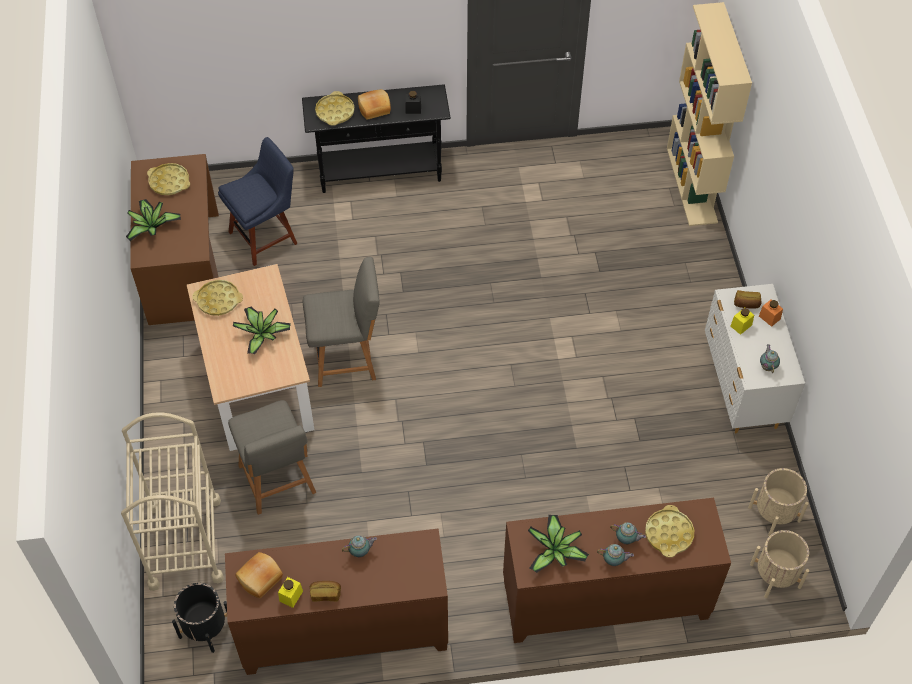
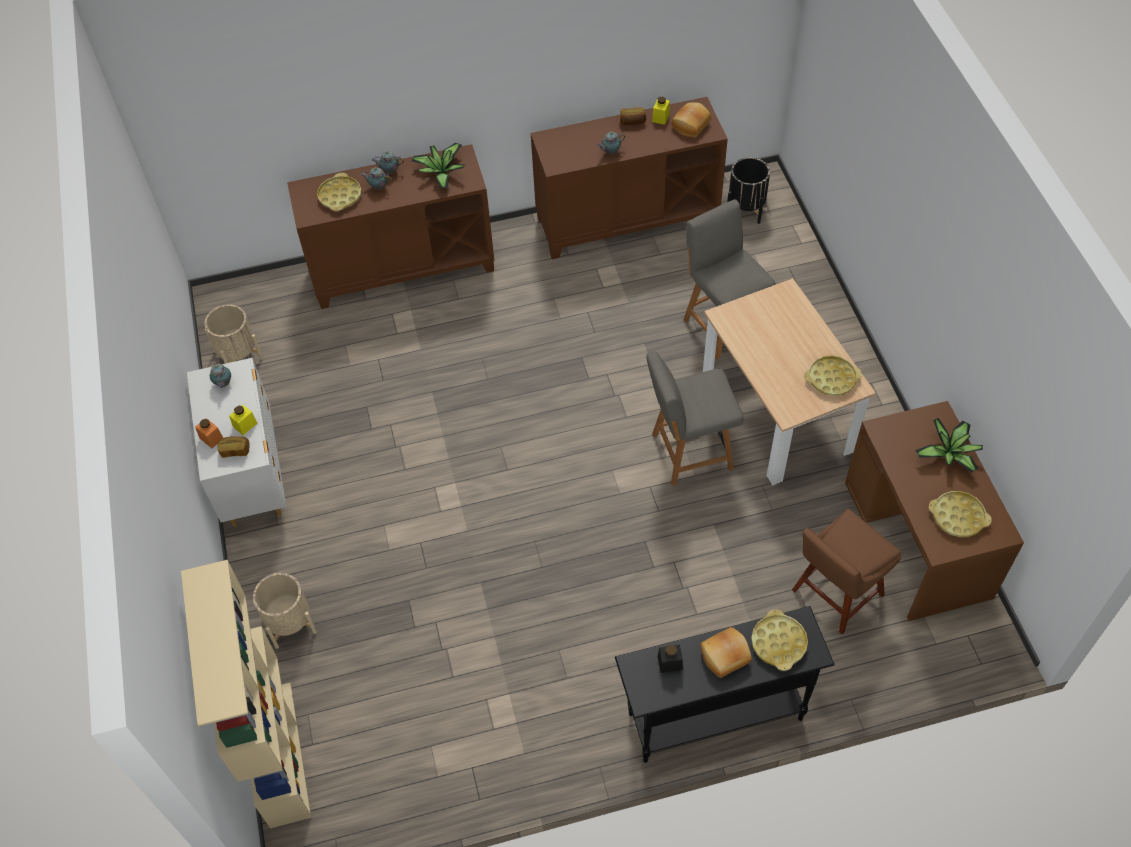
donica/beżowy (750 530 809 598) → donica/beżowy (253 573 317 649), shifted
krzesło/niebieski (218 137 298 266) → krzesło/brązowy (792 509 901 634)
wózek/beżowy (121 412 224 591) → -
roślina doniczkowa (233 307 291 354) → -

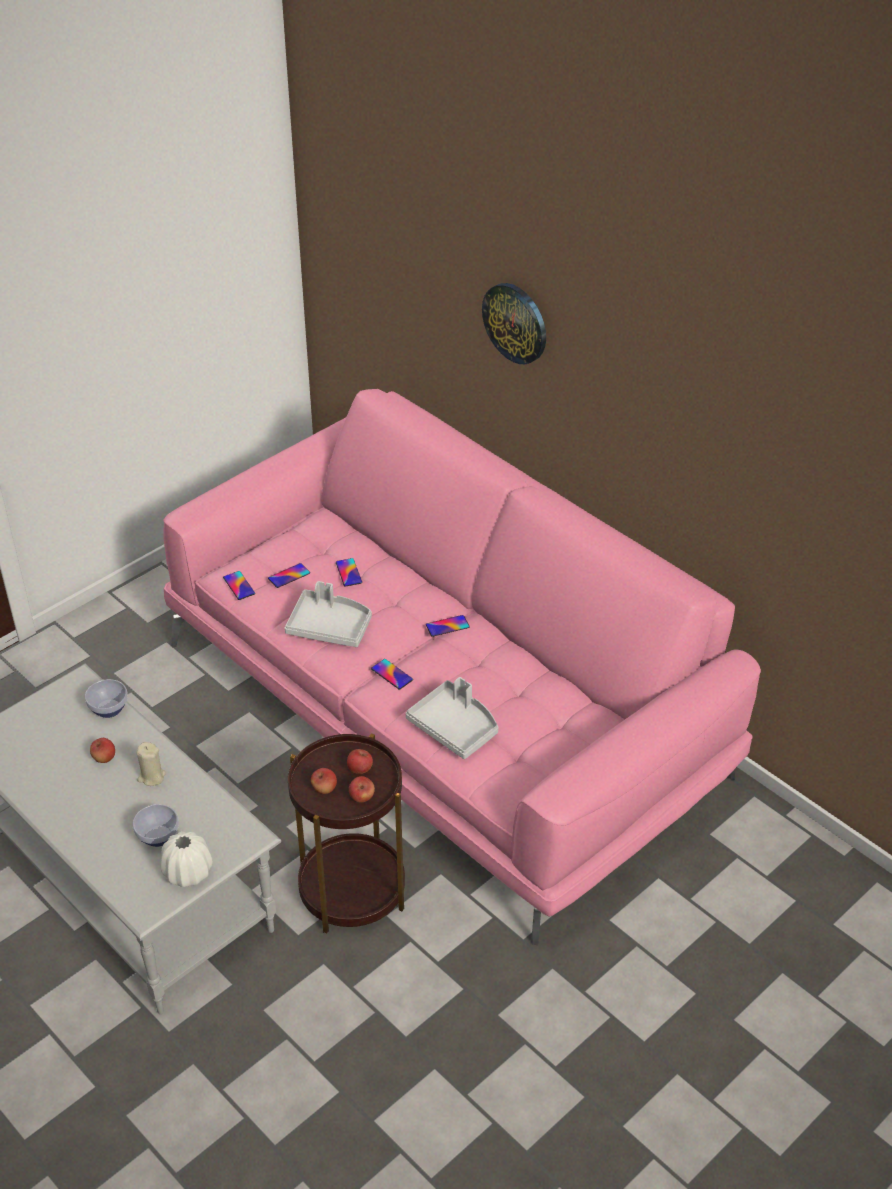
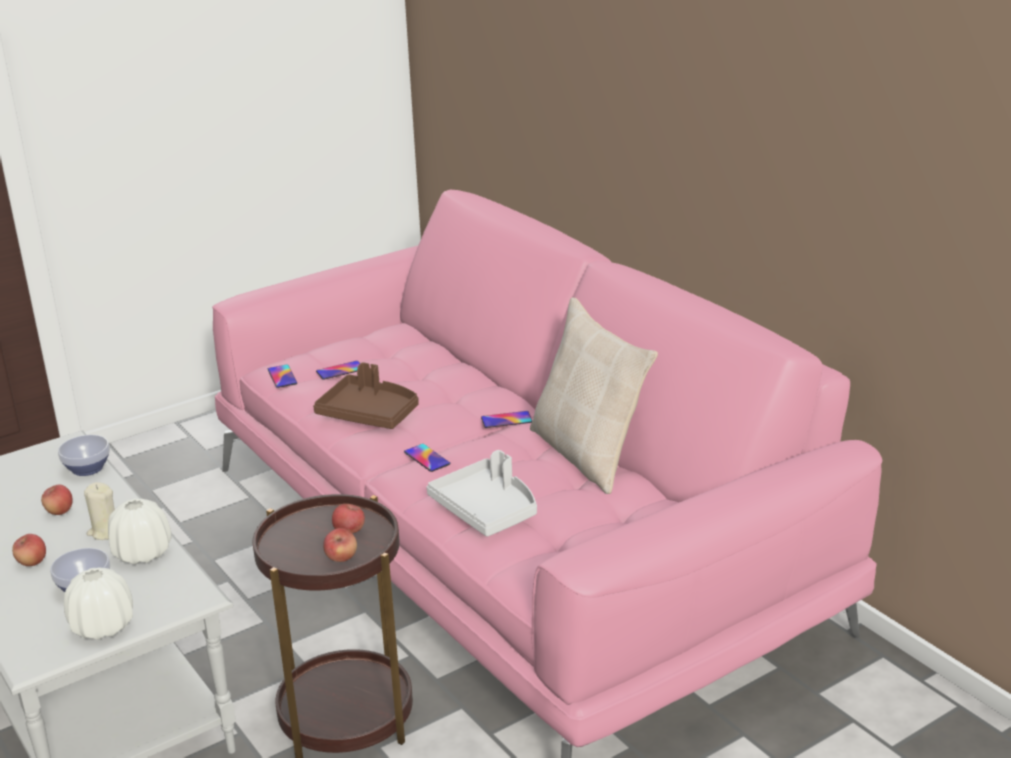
jabłko (311 768 337 794) → jabłko (12 534 46 566), shifted
- → wazon/biały (108 498 171 565)
taca/szary (285 581 372 647) → taca/brązowy (313 362 419 429)
- → poduszka/beżowy (530 297 658 494)
telefon (336 558 362 587) → -
zegar ścienny (482 283 546 364) → -

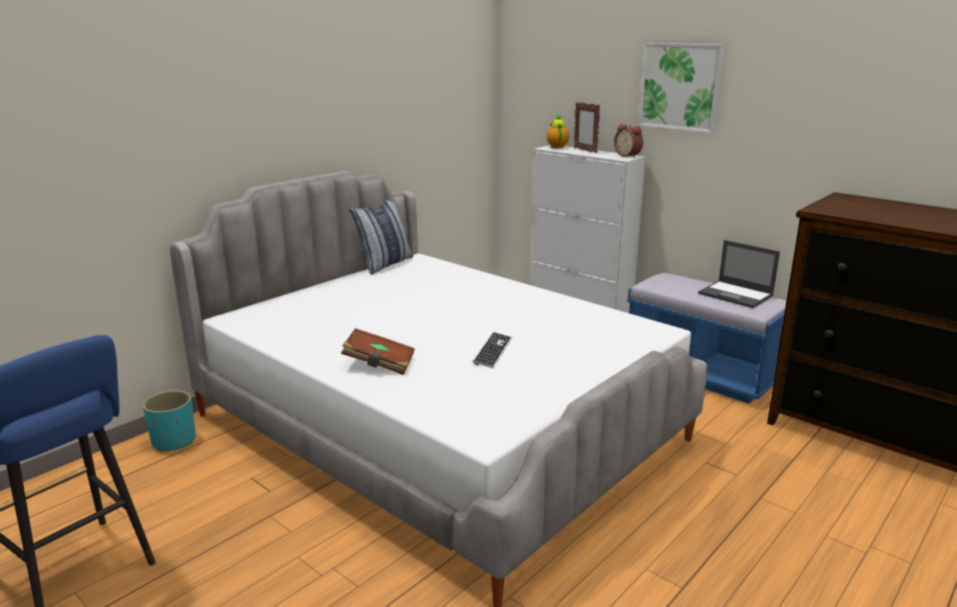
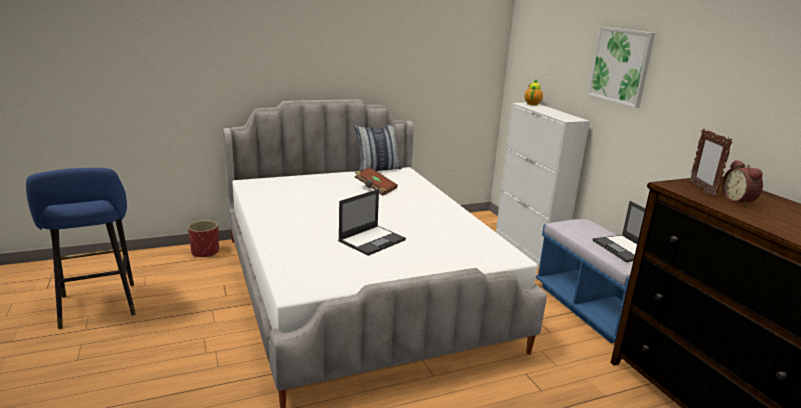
donica/turkusowy (143 390 196 452) → donica/czerwony (188 220 219 257)
klawiatura (472 332 512 368) → laptop (338 189 406 256)
książka/brązowy (341 328 415 375) → książka/brązowy (355 167 398 196), shifted
ramka na zdjęcie (574 102 600 153) → ramka na zdjęcie (690 129 733 197), shifted
budzik (614 124 643 158) → budzik (722 160 763 206), shifted

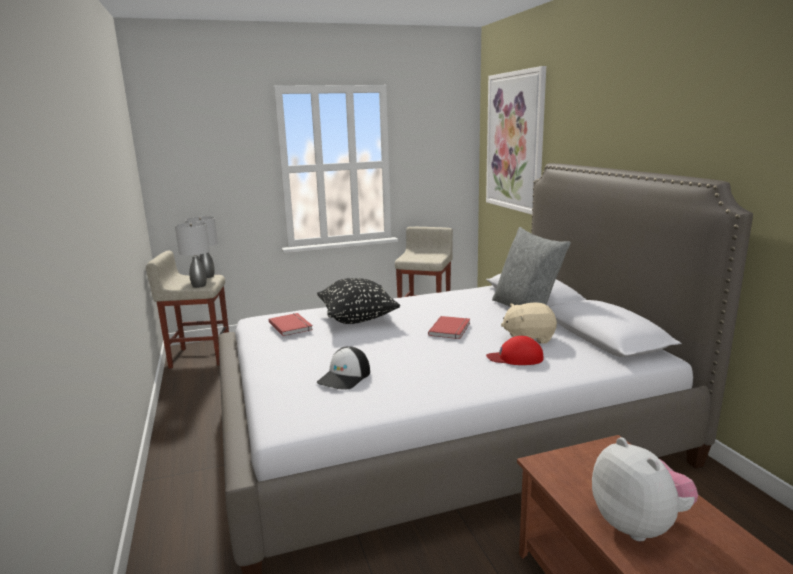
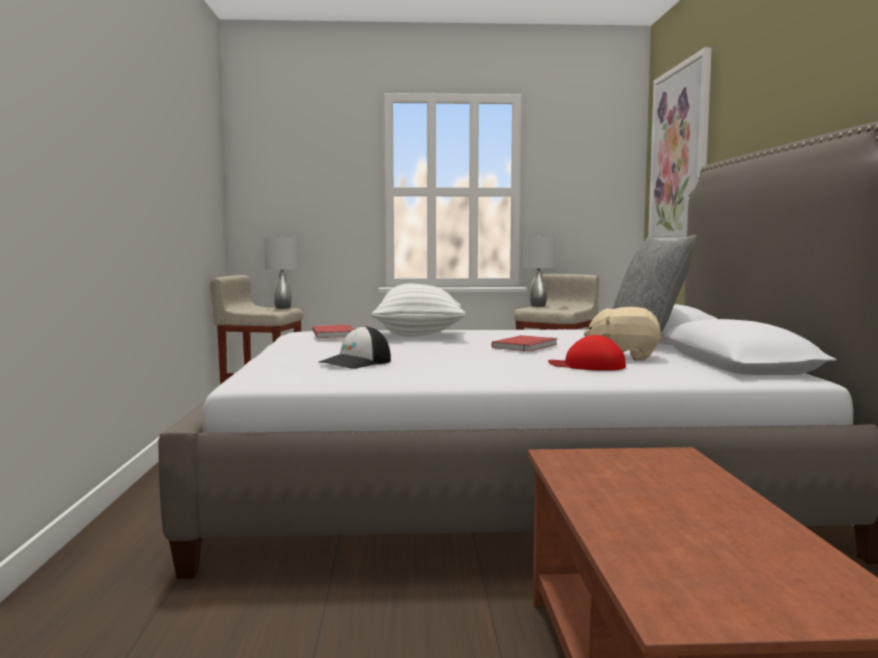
poduszka/czarny (317 278 400 324) → poduszka/biały (372 284 466 337)
lampa stołowa/szary (175 222 210 288) → lampa stołowa/szary (523 236 556 307), shifted
pluszak (592 437 698 541) → -

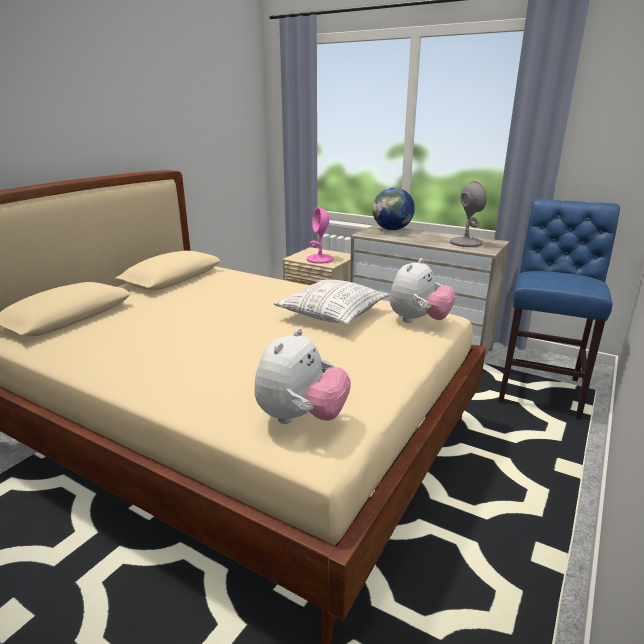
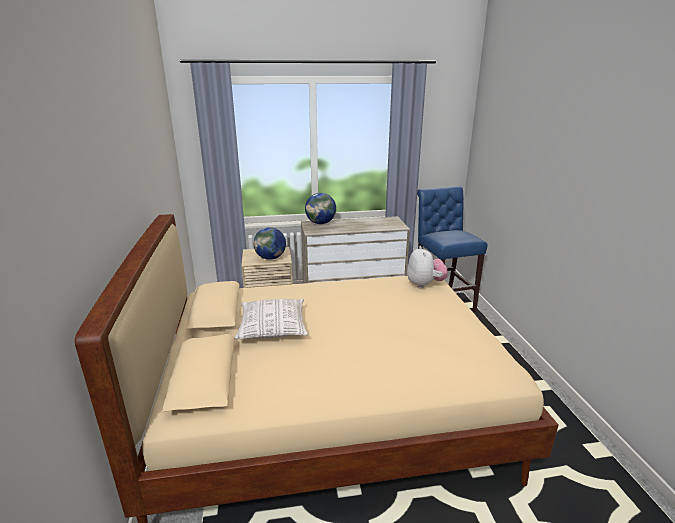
poduszka (274 280 390 325) → poduszka (234 299 308 339), shifted
lampa stołowa/różowy (307 207 334 264) → globus (253 227 286 260)
pluszak (254 328 351 424) → -
lampa stołowa/szary (450 181 487 247) → -

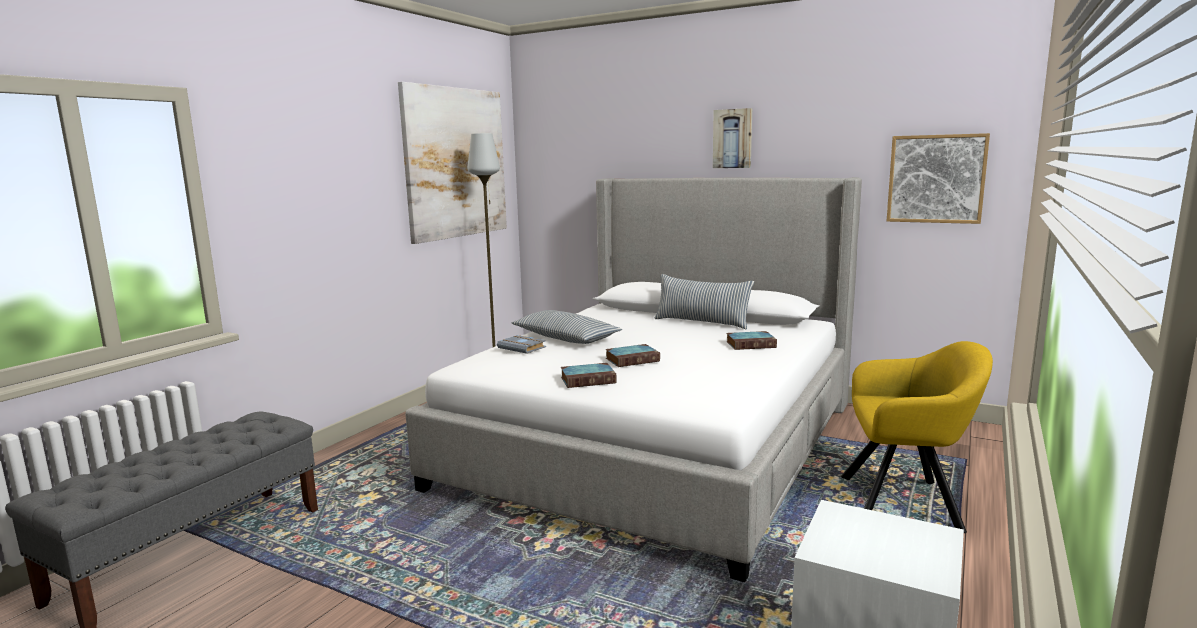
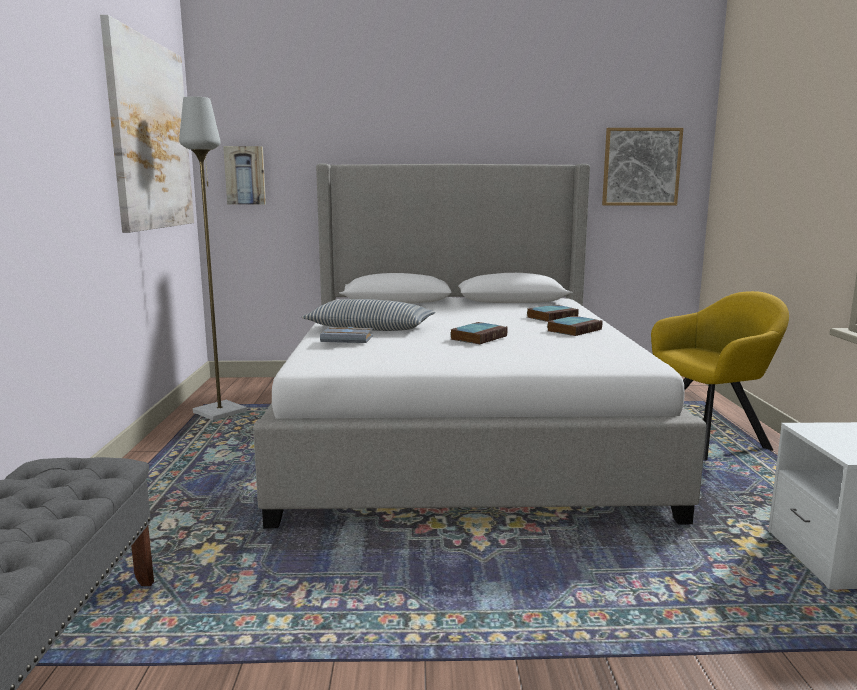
obraz (713 108 752 168) → obraz (223 146 266 205), shifted
książka (561 363 616 388) → książka (547 316 602 336), shifted
poduszka (654 274 754 329) → -

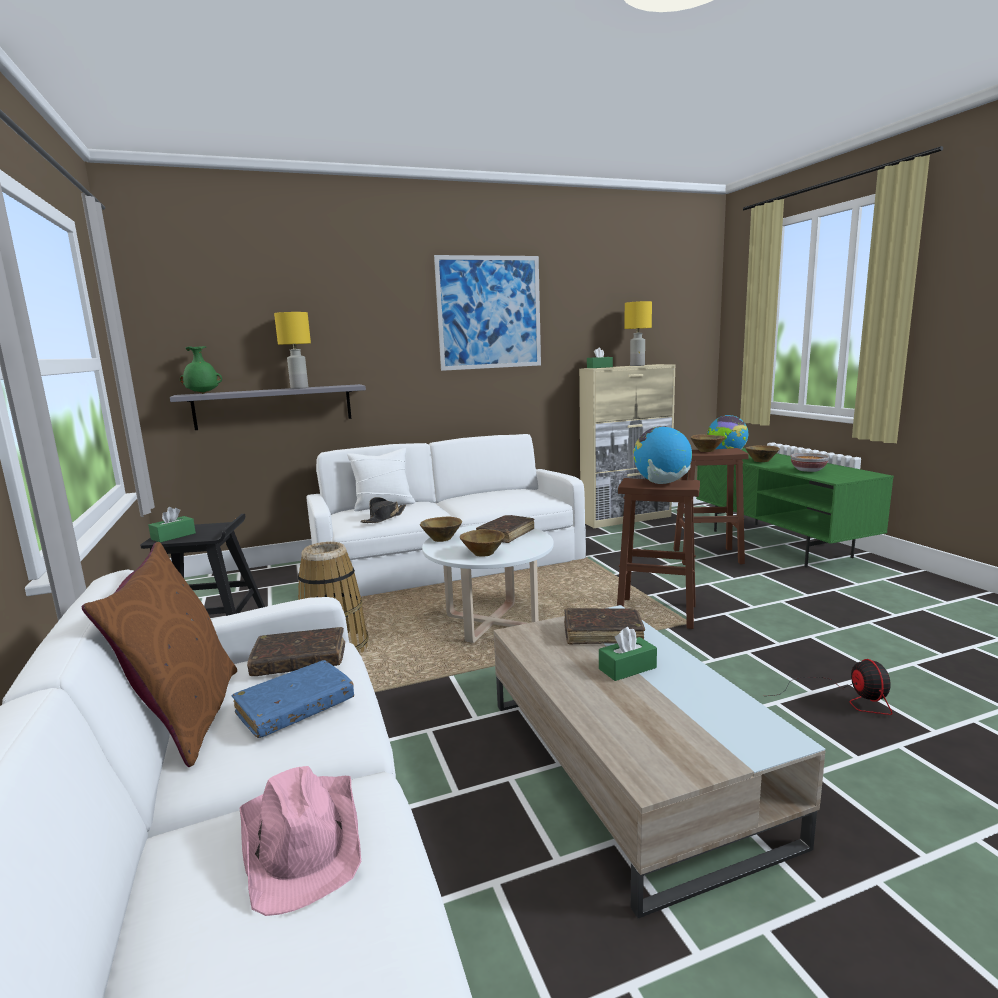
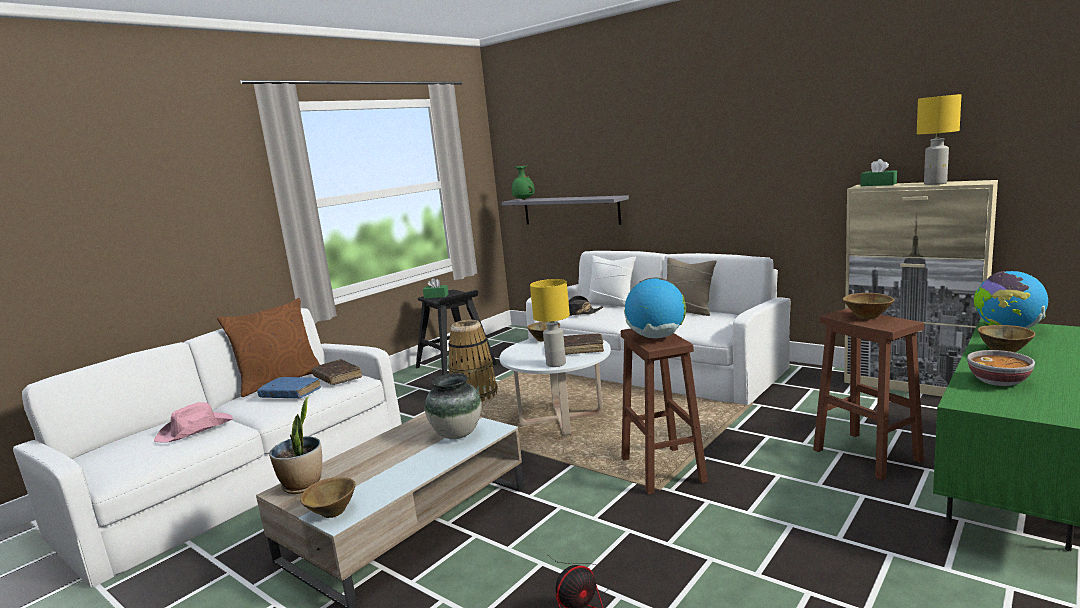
- → roślina doniczkowa (269 396 322 494)
miska/brązowy (460 529 505 557) → miska/brązowy (300 477 355 518), shifted
książka/brązowy (564 608 645 645) → wazon (425 373 482 439)
lampa stołowa/żółty (274 312 311 389) → lampa stołowa/żółty (530 279 570 367), shifted
- → poduszka/beżowy (667 258 717 316)
obraz (434 255 541 371) → -
pudełko chusteczek/zielony (599 627 657 681) → -

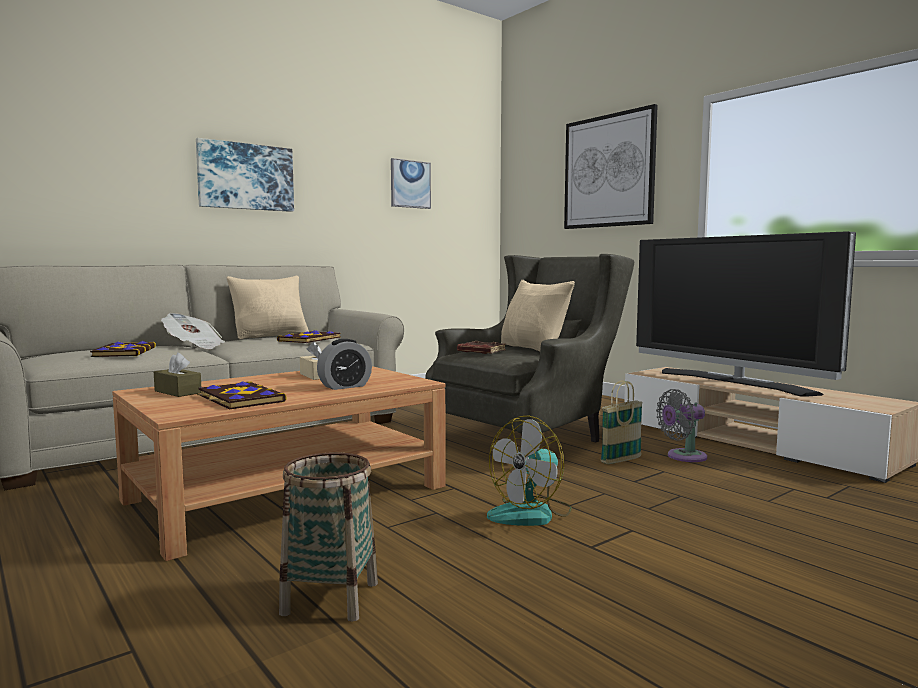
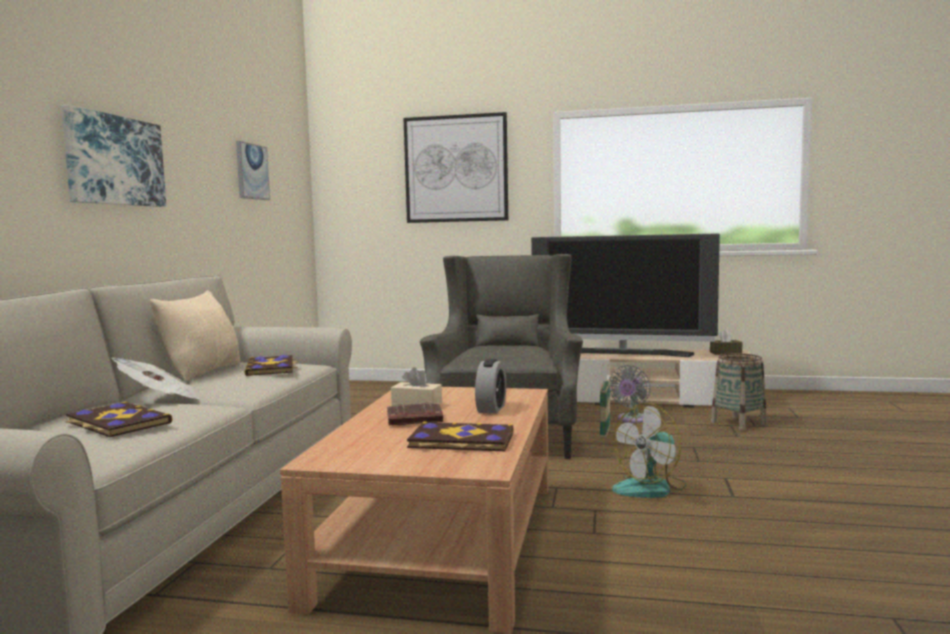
książka/brązowy (457 341 506 354) → książka/brązowy (387 402 443 425), shifted
wentylator (487 416 572 526) → wentylator (612 403 687 498), 45 degrees clockwise
pudełko chusteczek/brązowy (154 352 201 397) → pudełko chusteczek/brązowy (710 330 742 355), shifted
koszyk (279 453 378 622) → koszyk (711 353 767 431), shifted
poduszka/beżowy (501 280 575 352) → -

